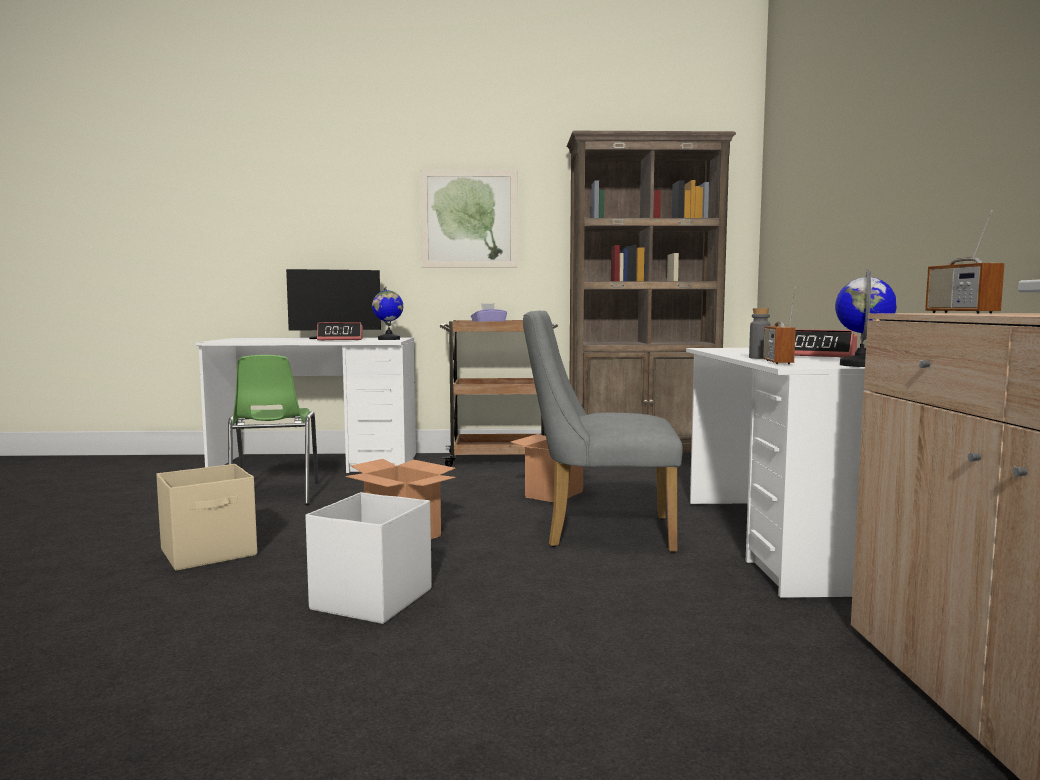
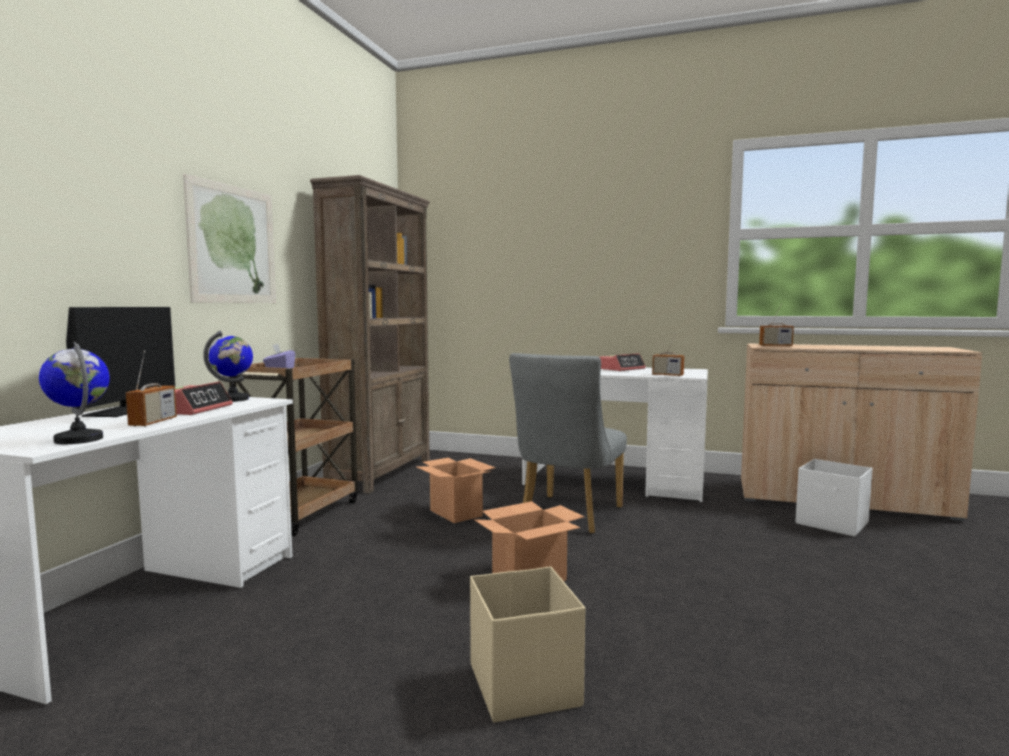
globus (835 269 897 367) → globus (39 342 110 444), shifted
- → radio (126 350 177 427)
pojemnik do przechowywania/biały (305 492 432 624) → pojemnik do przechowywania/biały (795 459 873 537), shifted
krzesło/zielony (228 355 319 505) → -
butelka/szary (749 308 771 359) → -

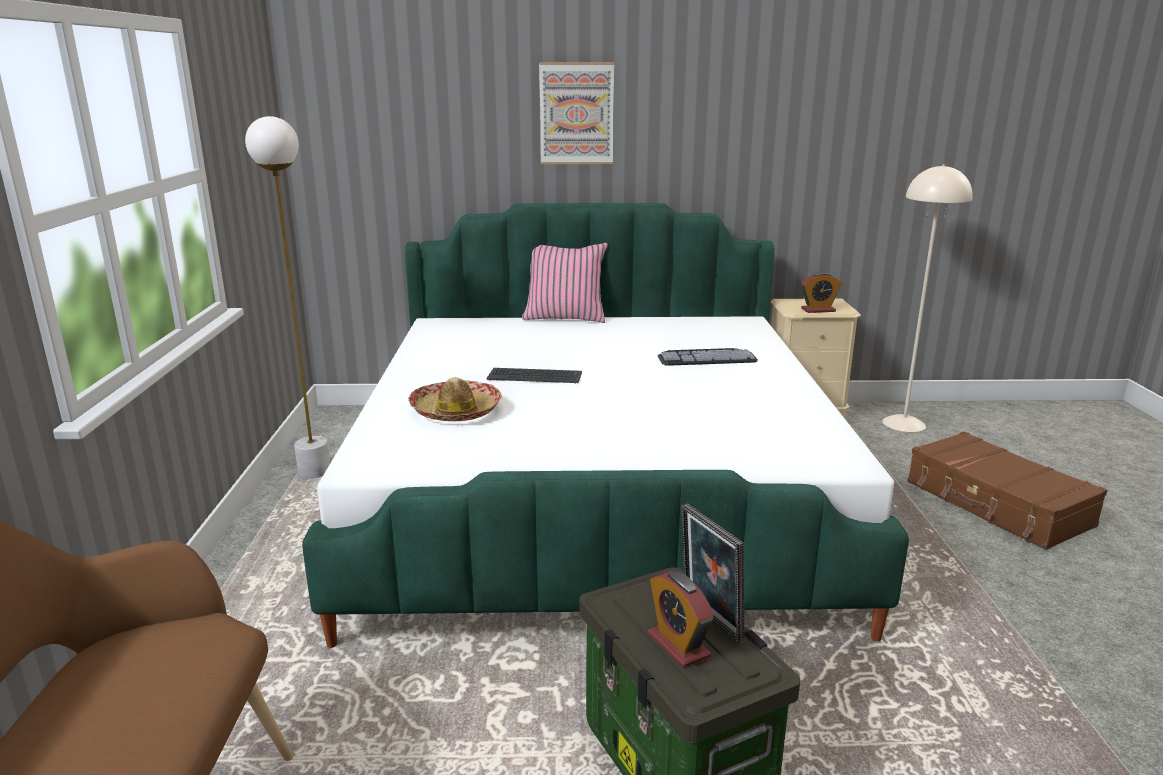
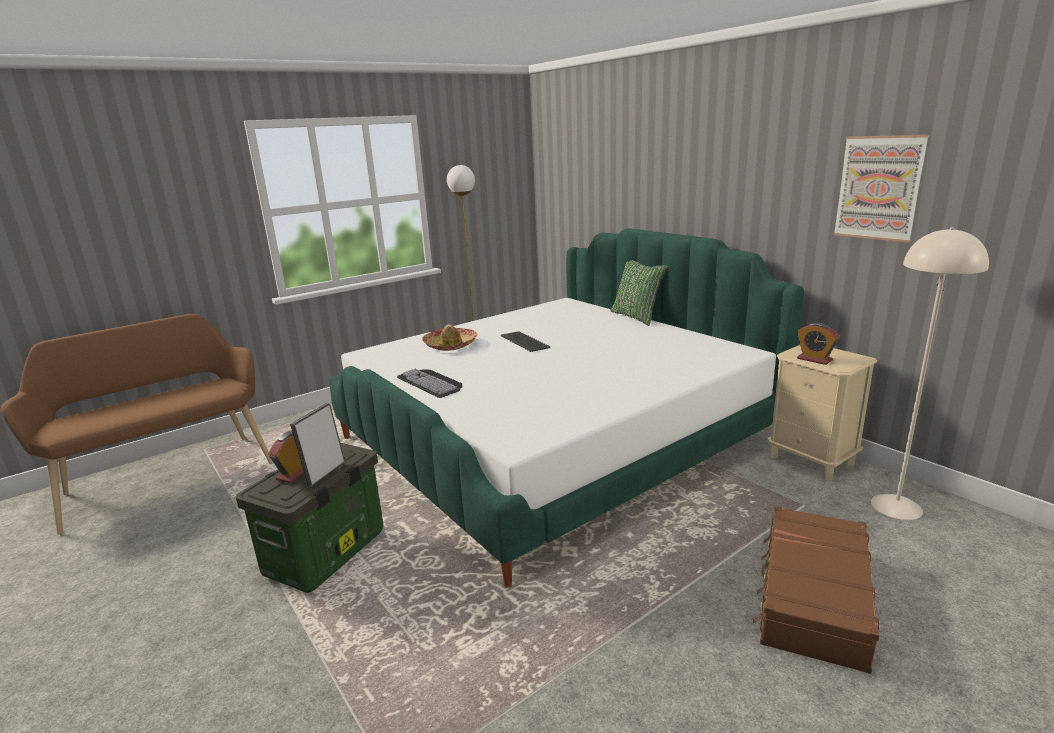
klawiatura (658 348 758 366) → klawiatura (397 369 462 398), shifted
poduszka/różowy (522 243 608 323) → poduszka/zielony (610 260 668 326)
obraz (539 62 614 164) → obraz (833 135 929 242), shifted

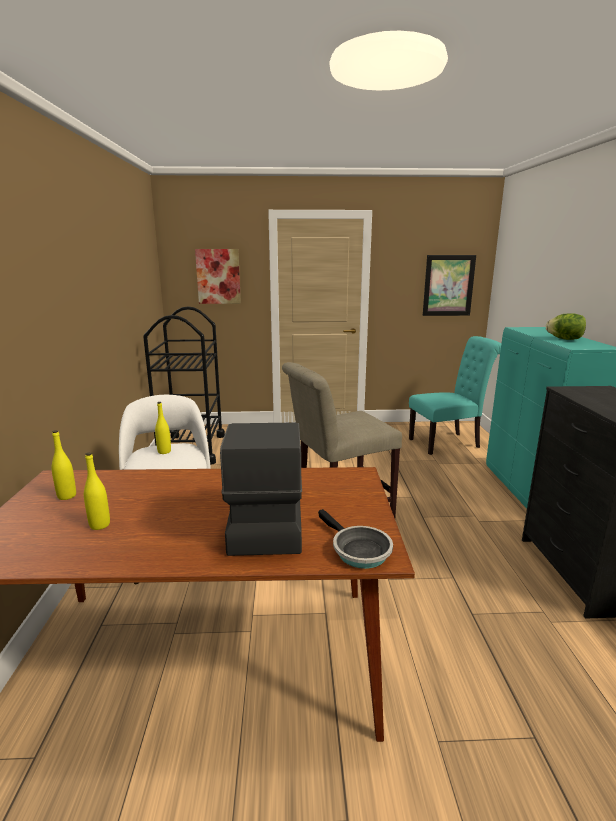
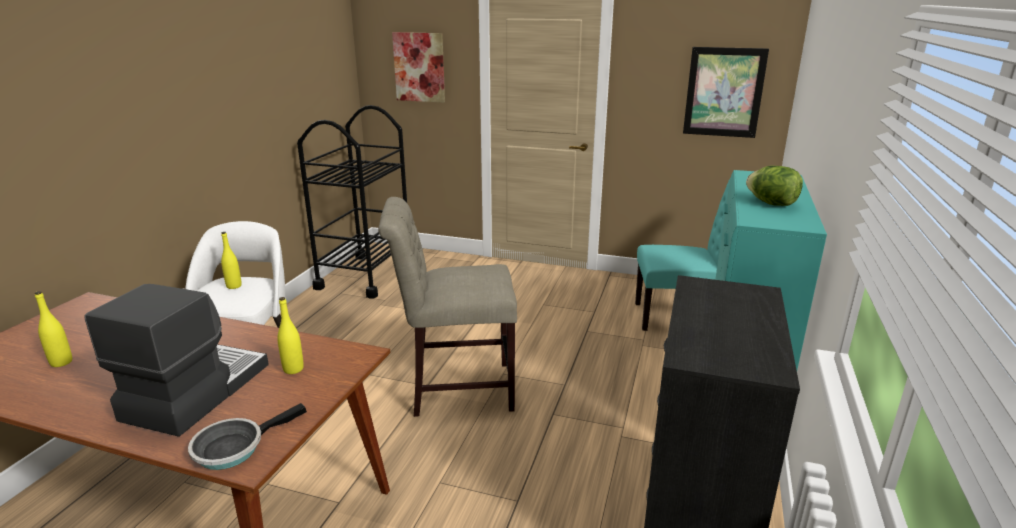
patelnia (318 509 393 569) → patelnia (188 403 307 470), 60 degrees clockwise
butelka/żółty (51 430 76 500) → butelka/żółty (277 297 304 374), shifted

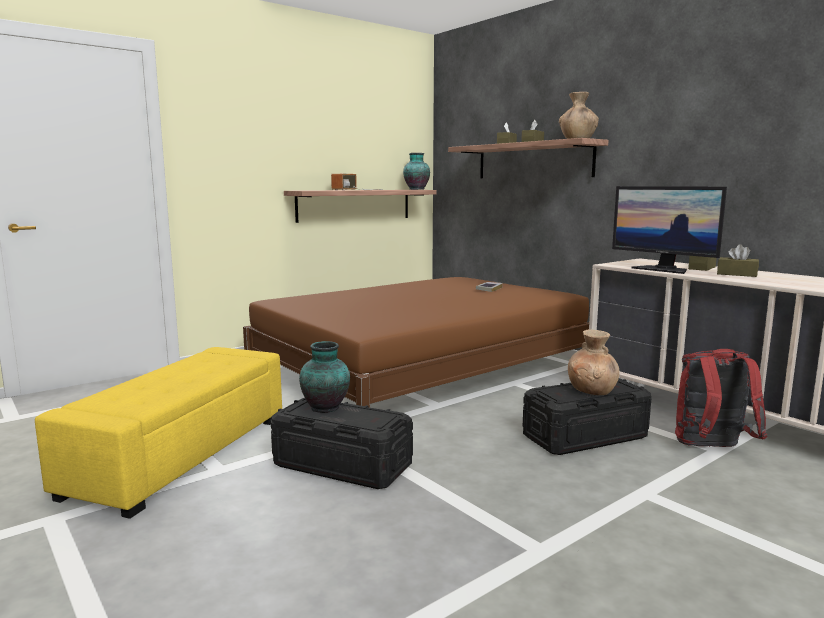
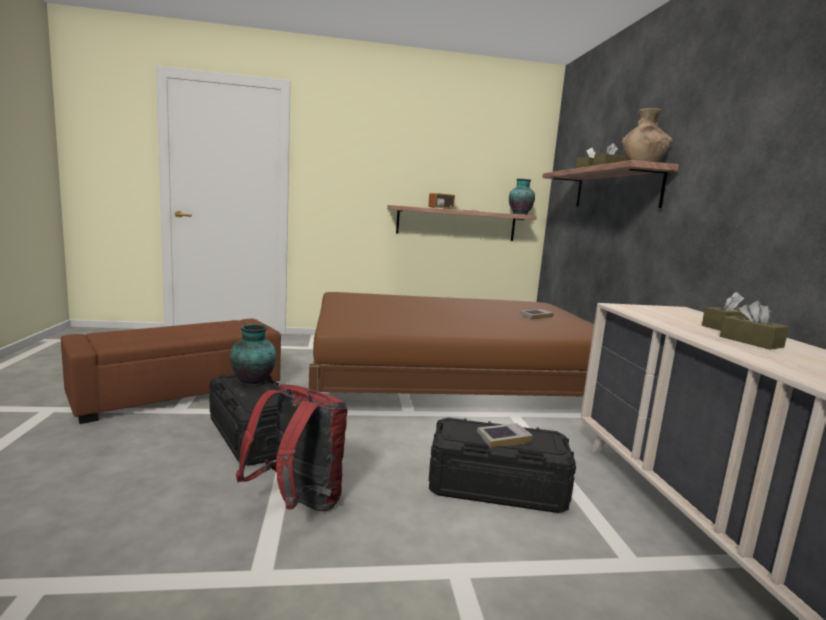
pufa/żółty (35 347 282 519) → pufa/brązowy (61 319 281 424)
plecak/czerwony (675 349 767 447) → plecak/czerwony (236 384 348 511), shifted
wazon/brązowy (568 330 620 395) → książka (477 423 533 447)
monitor (612 186 727 274) → -

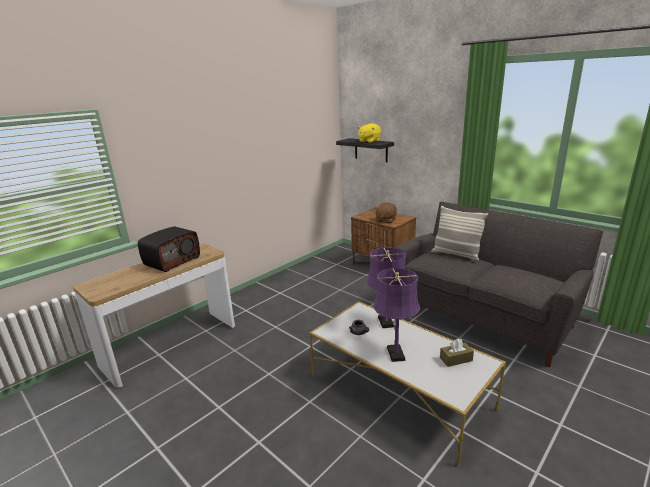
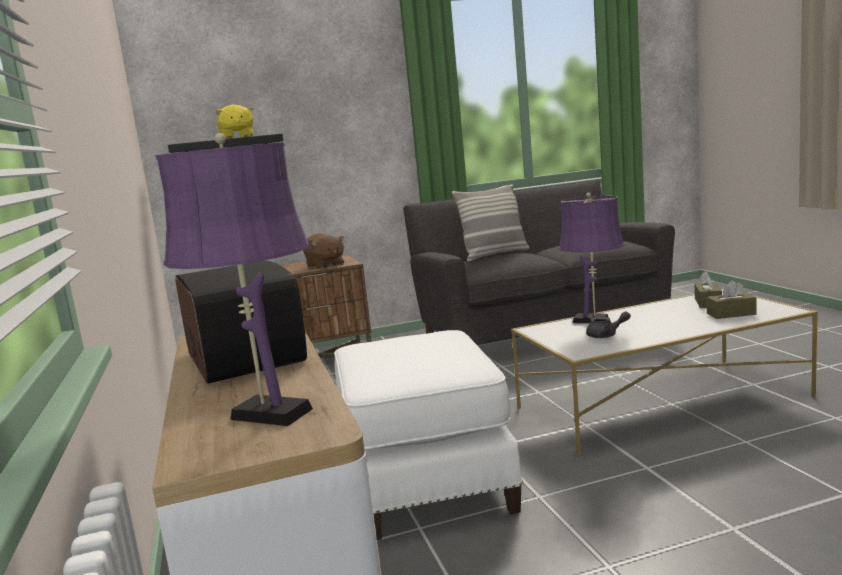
lampa stołowa/fioletowy (374 268 420 362) → lampa stołowa/fioletowy (156 133 313 426), shifted
- → pufa/biały (335 330 523 540)
- → pudełko chusteczek/brązowy (706 281 757 319)

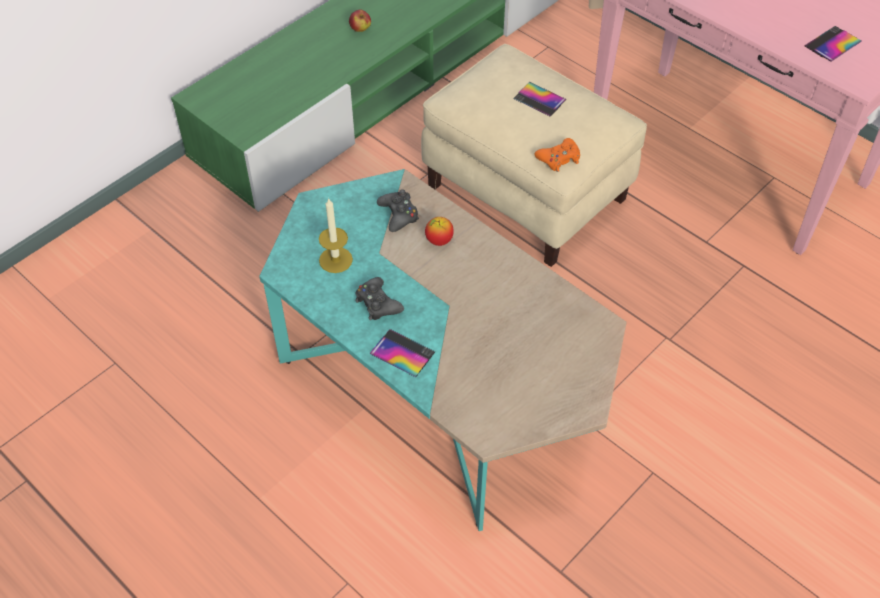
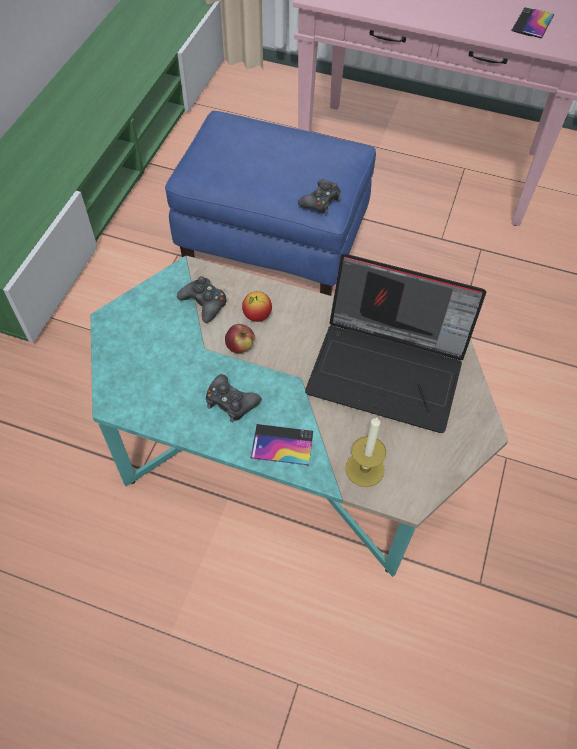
pufa/beżowy (421 44 647 267) → pufa/niebieski (165 111 376 296)
jabłko (349 10 371 32) → jabłko (225 324 255 354), shifted
pad do gier/pomarańczowy (534 138 580 172) → pad do gier/czarny (298 179 341 214)
- → laptop (305 254 486 433)
świeca (319 197 353 273) → świeca (345 417 386 487), shifted
telefon (513 82 566 116) → -

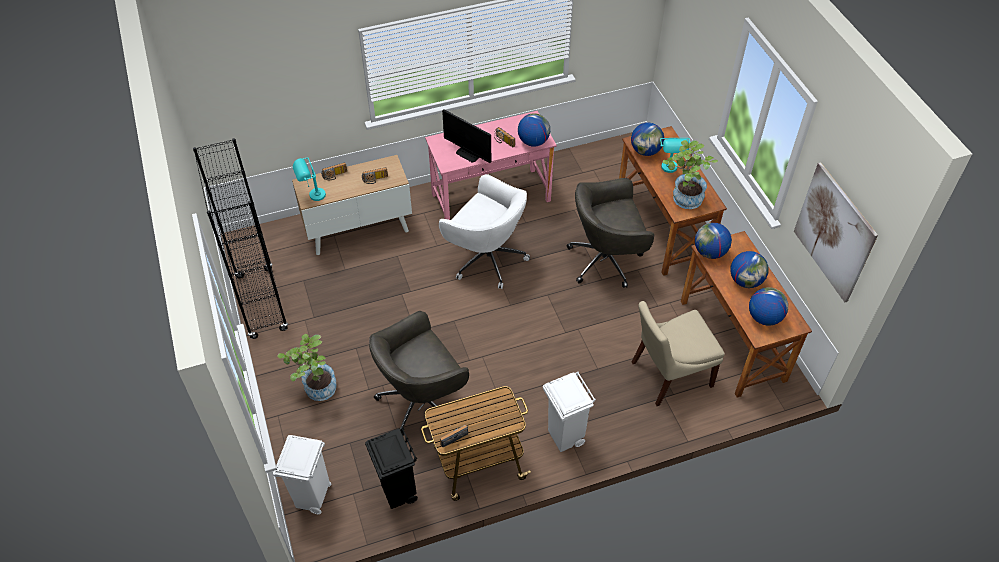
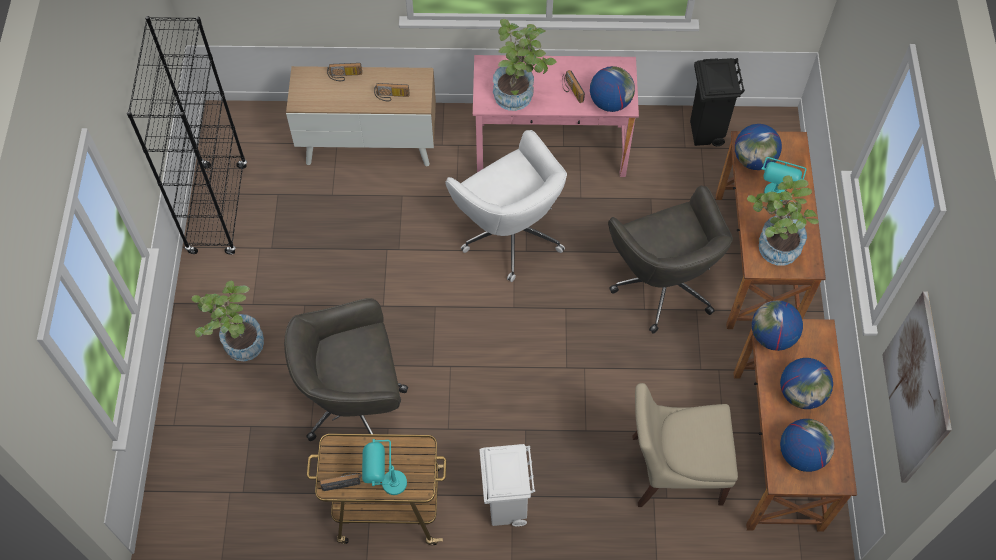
lampa stołowa/turkusowy (293 157 326 201) → lampa stołowa/turkusowy (362 439 407 495), shifted
monitor (442 109 491 163) → roślina doniczkowa (493 19 557 111)
krzesło biurowe/szary (567 178 654 288) → krzesło biurowe/szary (608 186 733 334), 120 degrees counterclockwise
kosz na śmieci/czarny (365 428 418 509) → kosz na śmieci/czarny (690 58 745 146), shifted
kosz na śmieci/biały (273 435 331 514) → -

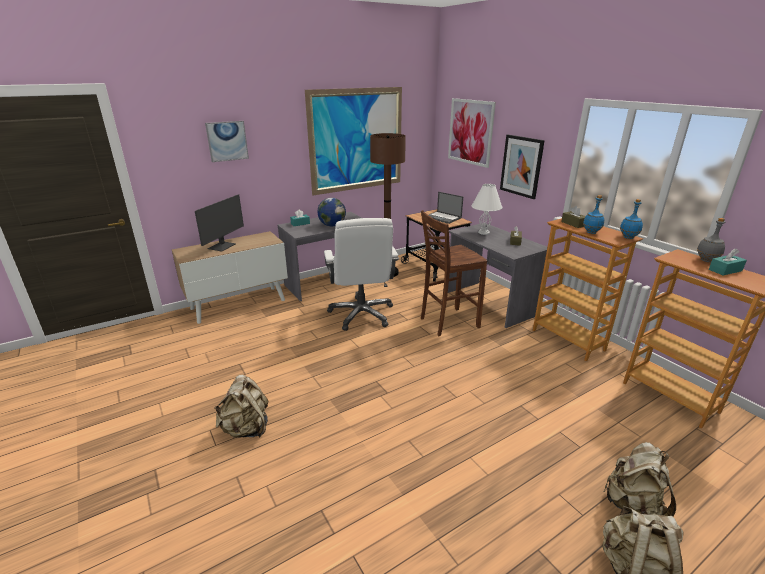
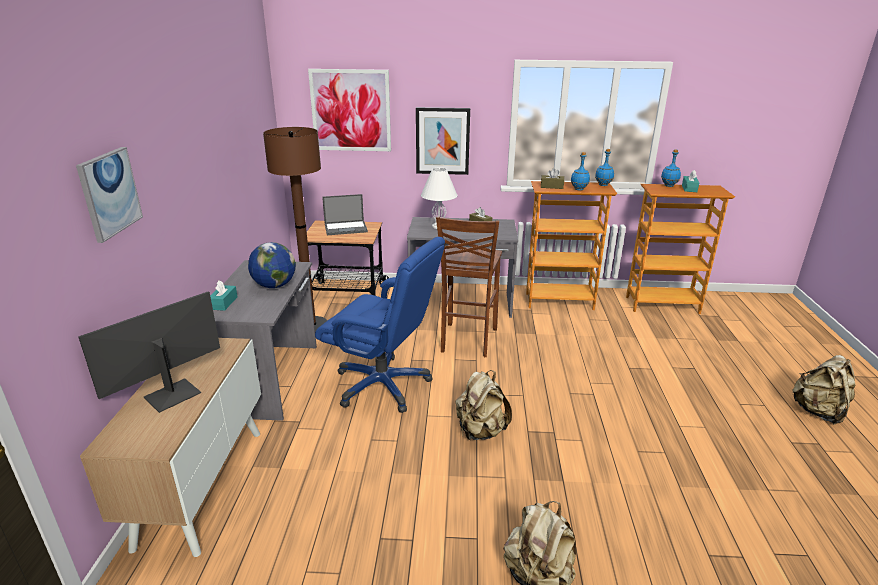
monitor (195 194 244 252) → monitor (78 291 220 413), 105 degrees counterclockwise
krzesło biurowe/biały (324 218 399 331) → krzesło biurowe/niebieski (315 237 445 413)
plecak/beżowy (603 442 676 516) → plecak/beżowy (455 370 512 440), shifted
butelka/szary (697 218 725 262) → butelka/niebieski (661 149 681 187)
obraz (305 87 402 196) → -

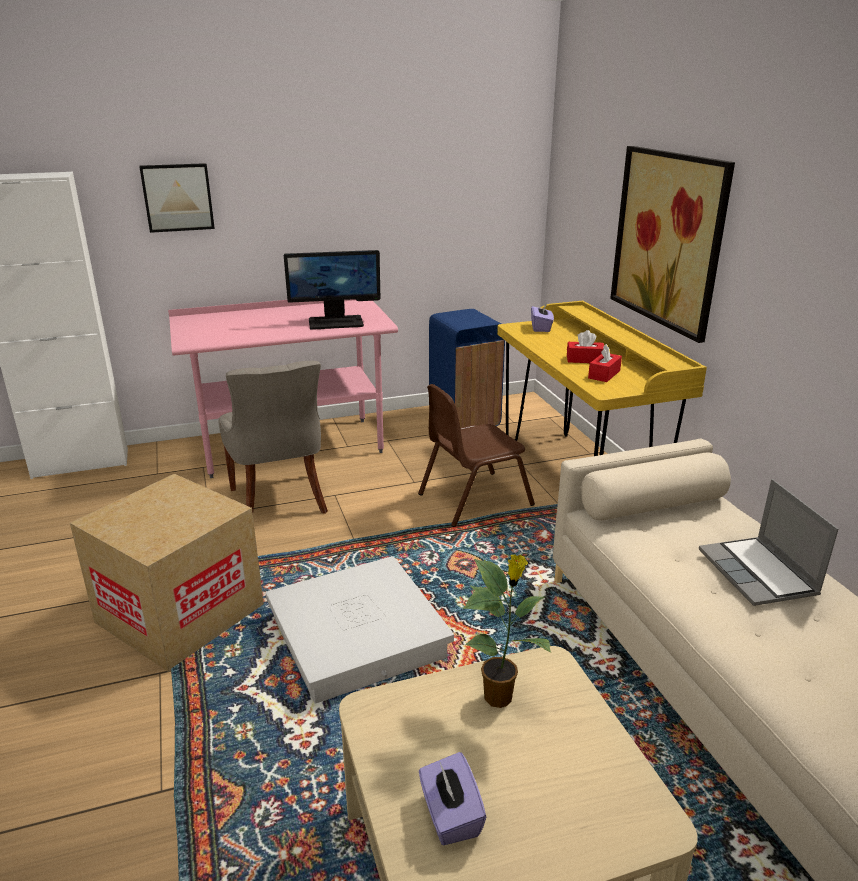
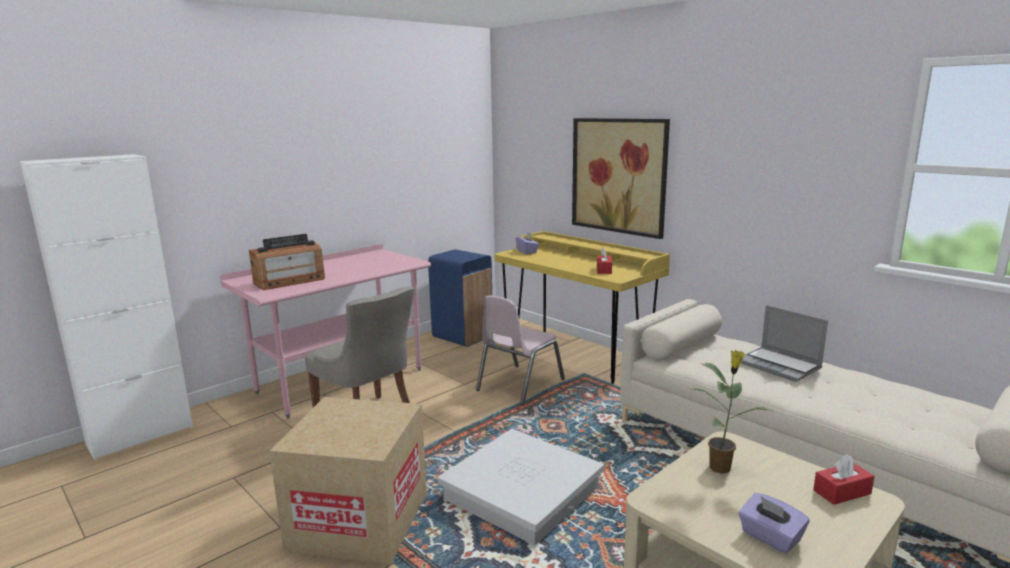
- → radio (249 234 325 290)
krzesło/brązowy (418 384 535 527) → krzesło/różowy (476 295 565 405)
pudełko chusteczek/czerwony (567 330 604 363) → pudełko chusteczek/czerwony (813 454 875 505), shifted
obraz (139 163 215 233) → -
monitor (284 250 380 330) → -

